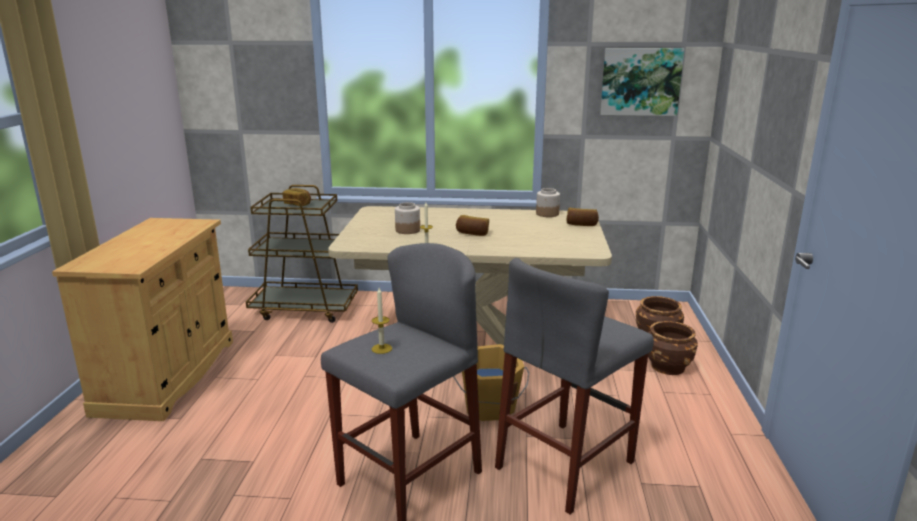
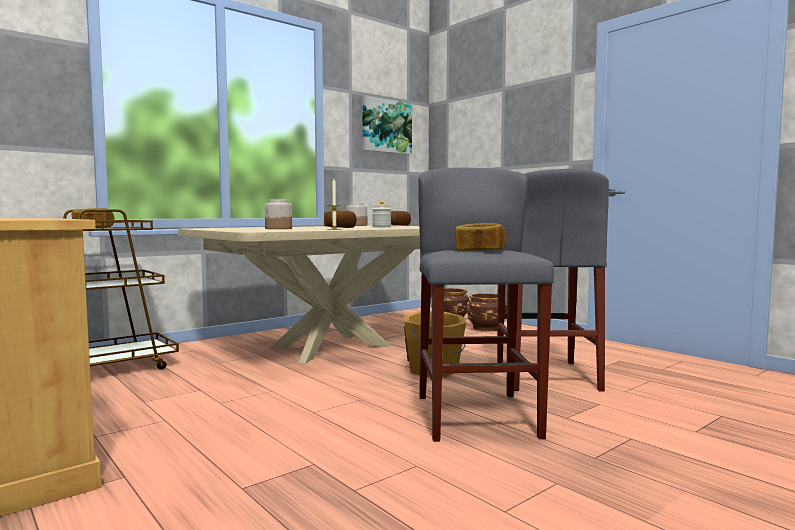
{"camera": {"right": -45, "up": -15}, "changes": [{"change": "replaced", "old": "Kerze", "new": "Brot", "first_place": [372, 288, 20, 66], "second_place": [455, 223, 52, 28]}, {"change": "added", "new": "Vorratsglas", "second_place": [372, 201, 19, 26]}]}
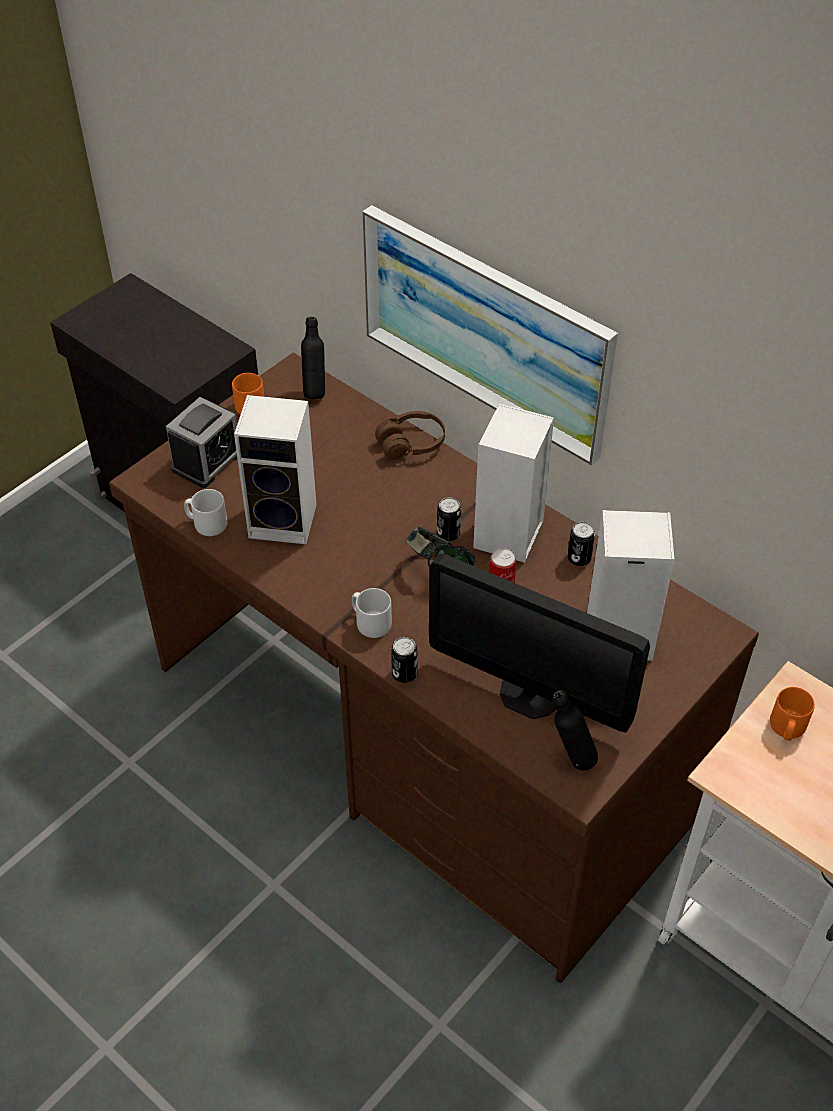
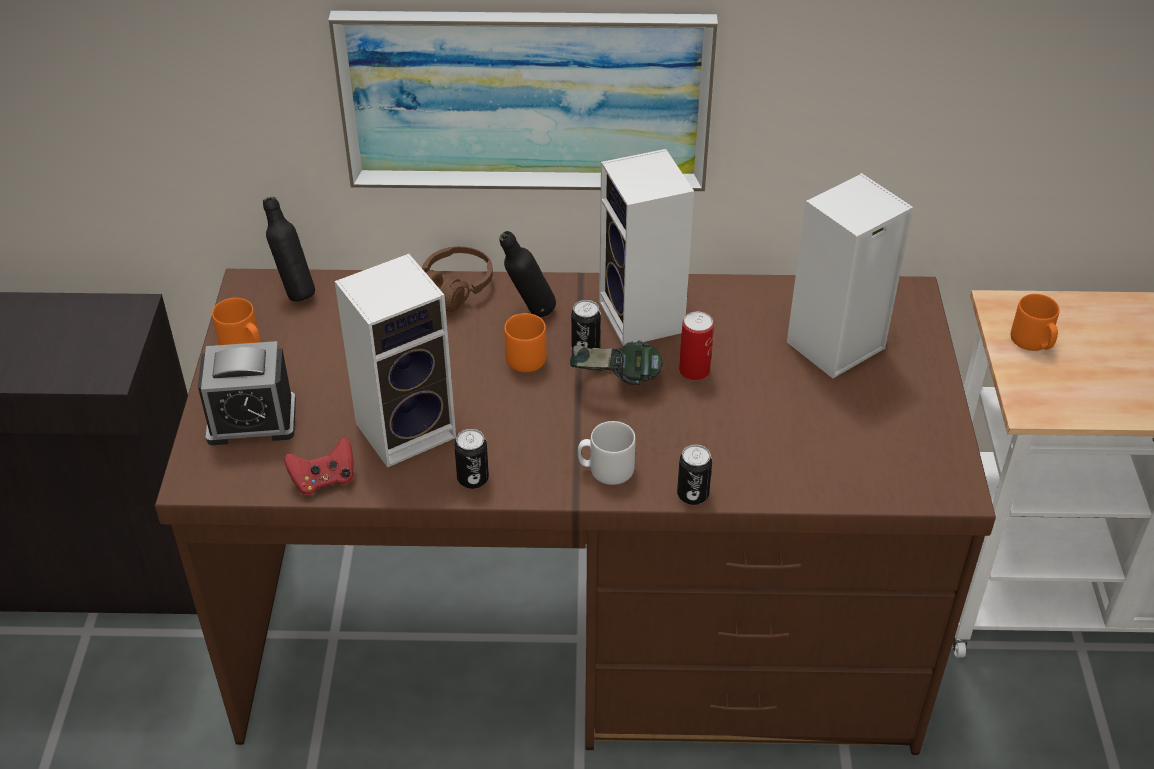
{"camera": {"right": -40, "up": -5}, "changes": [{"change": "turned", "old": "Wecker", "first_place": [166, 397, 71, 91], "second_place": [198, 341, 98, 104], "degrees": 90}, {"change": "replaced", "old": "Henkelbecher/grau", "new": "Gamepad/rot", "first_place": [184, 489, 43, 47], "second_place": [284, 437, 70, 58]}, {"change": "moved", "old": "Dose", "first_place": [568, 522, 27, 44], "second_place": [454, 429, 35, 60]}, {"change": "removed", "old": "Monitor", "first_place": [429, 553, 221, 180]}, {"change": "moved", "old": "Flasche/schwarz", "first_place": [553, 691, 45, 80], "second_place": [499, 231, 57, 86]}, {"change": "added", "new": "Henkelbecher/orange", "second_place": [504, 313, 42, 59]}]}
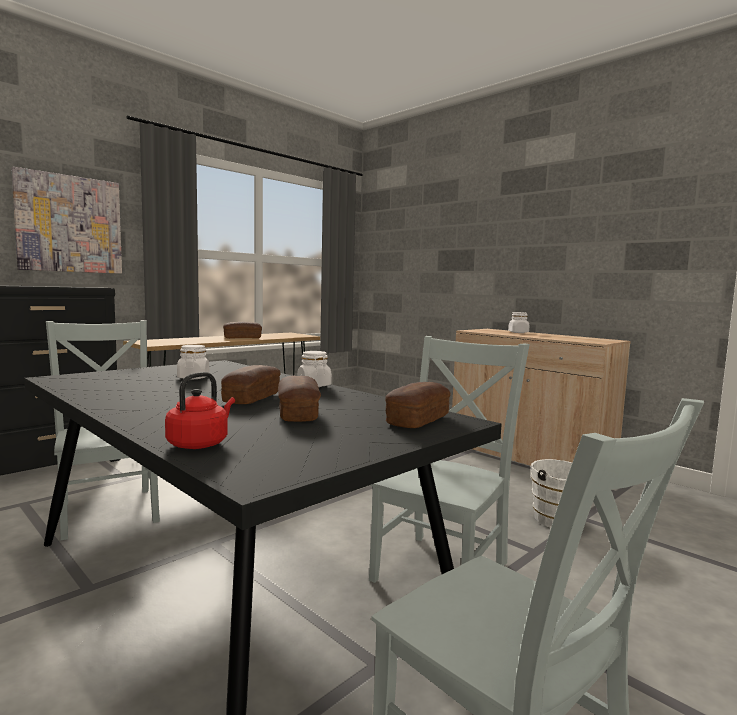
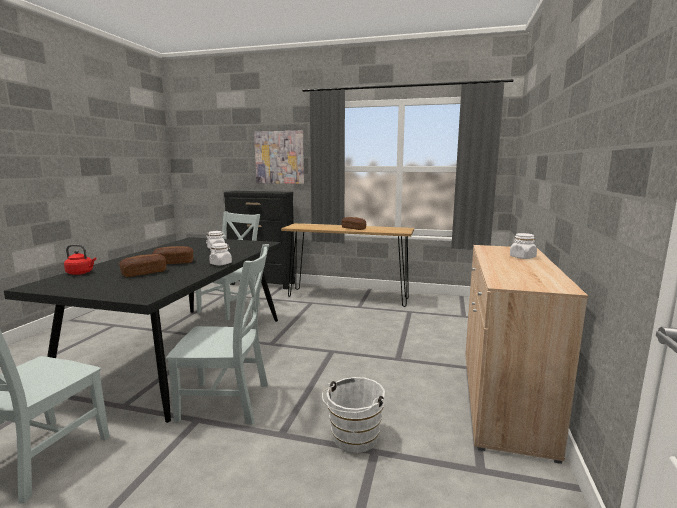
{"camera": {"right": 60, "up": 5}, "changes": [{"change": "removed", "old": "Brot", "first_place": [385, 382, 66, 46]}]}
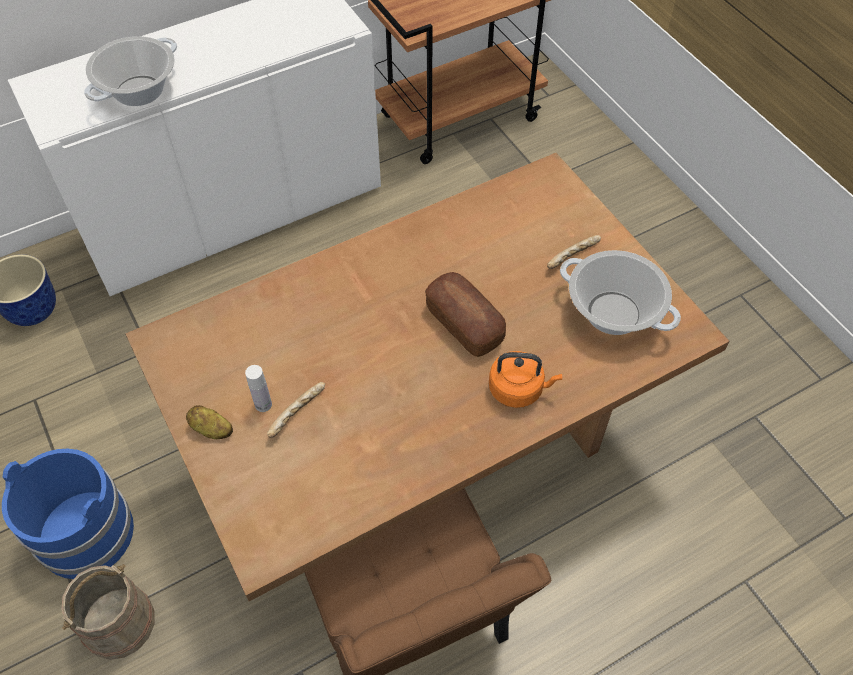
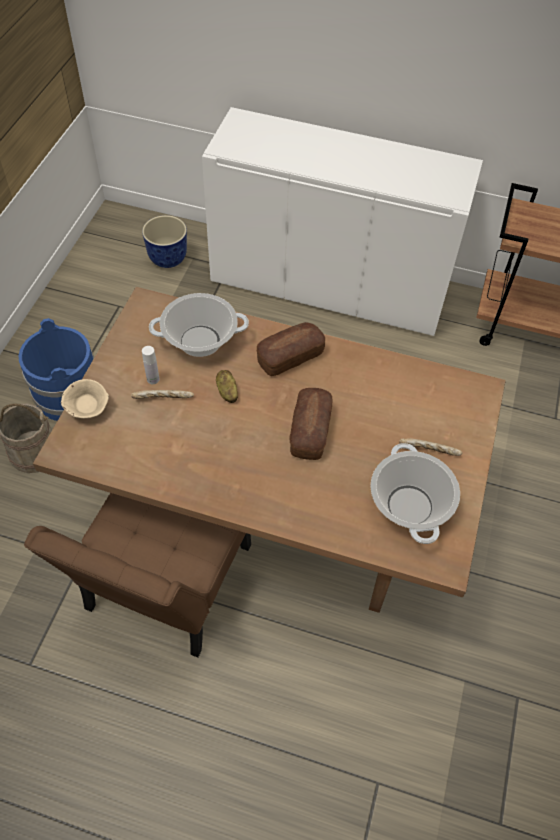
{"camera": {"right": 45, "up": 0}, "changes": [{"change": "moved", "old": "Kochtopf", "first_place": [84, 36, 93, 70], "second_place": [149, 293, 100, 64]}, {"change": "removed", "old": "Wasserkessel/orange", "first_place": [489, 351, 73, 57]}, {"change": "moved", "old": "Kartoffel", "first_place": [186, 405, 47, 34], "second_place": [216, 370, 22, 33]}, {"change": "added", "new": "Brot", "second_place": [257, 322, 68, 54]}, {"change": "added", "new": "Schüssel/beige", "second_place": [61, 379, 48, 39]}]}
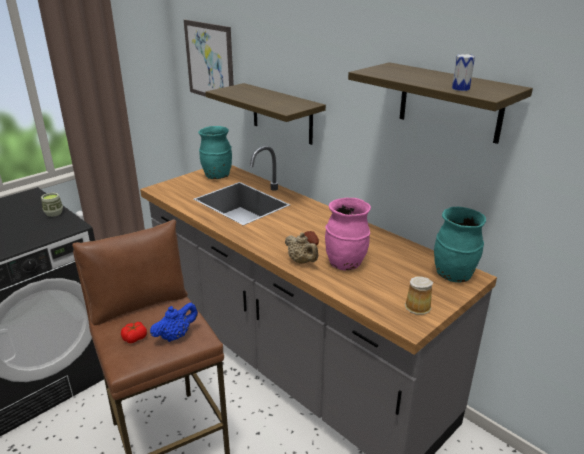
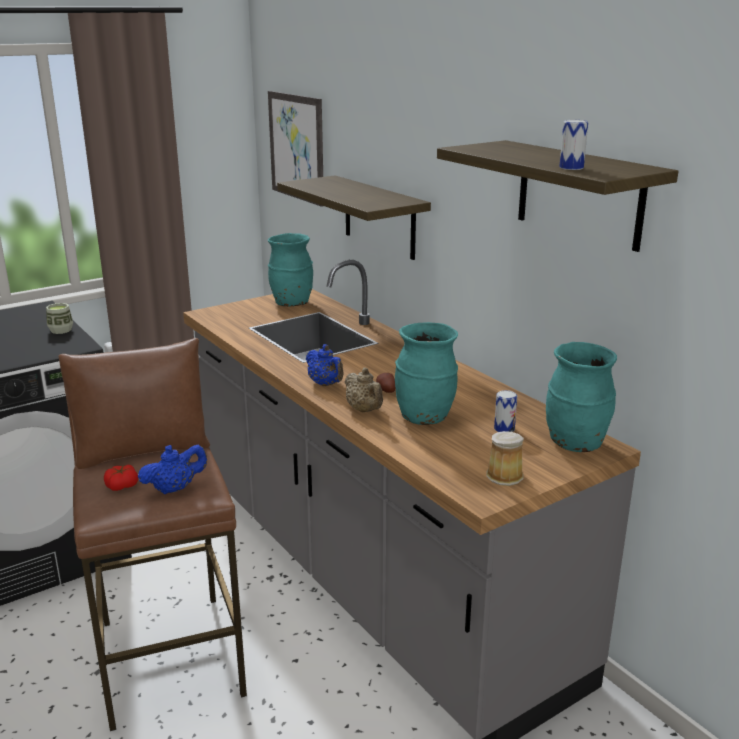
{"camera": {"right": 10, "up": -5}, "changes": [{"change": "recoloured", "old": "Vase/rosa", "new": "Vase/türkis", "first_place": [325, 198, 46, 72], "second_place": [395, 322, 63, 103]}, {"change": "added", "new": "Teekanne/blau", "second_place": [306, 344, 38, 42]}, {"change": "added", "new": "Dose", "second_place": [494, 390, 23, 42]}]}
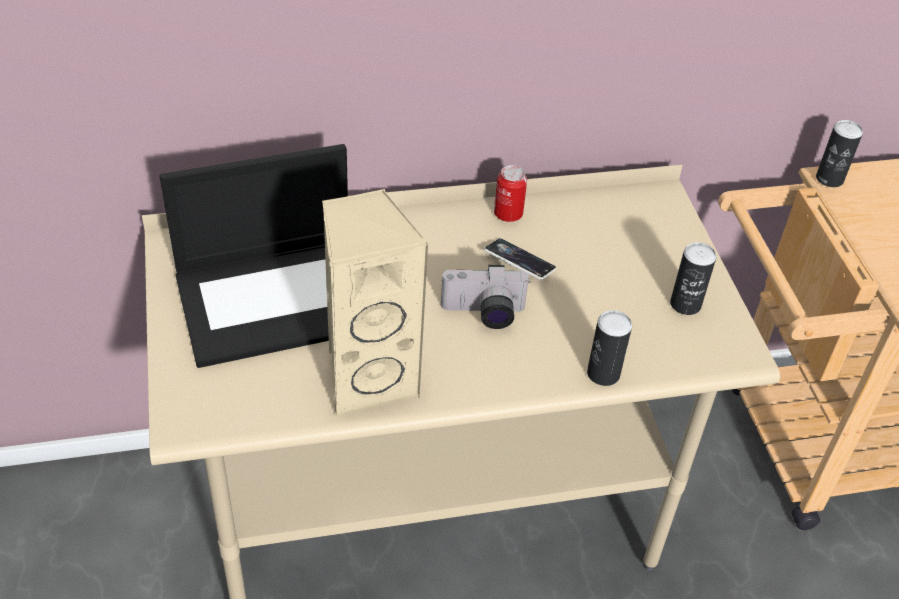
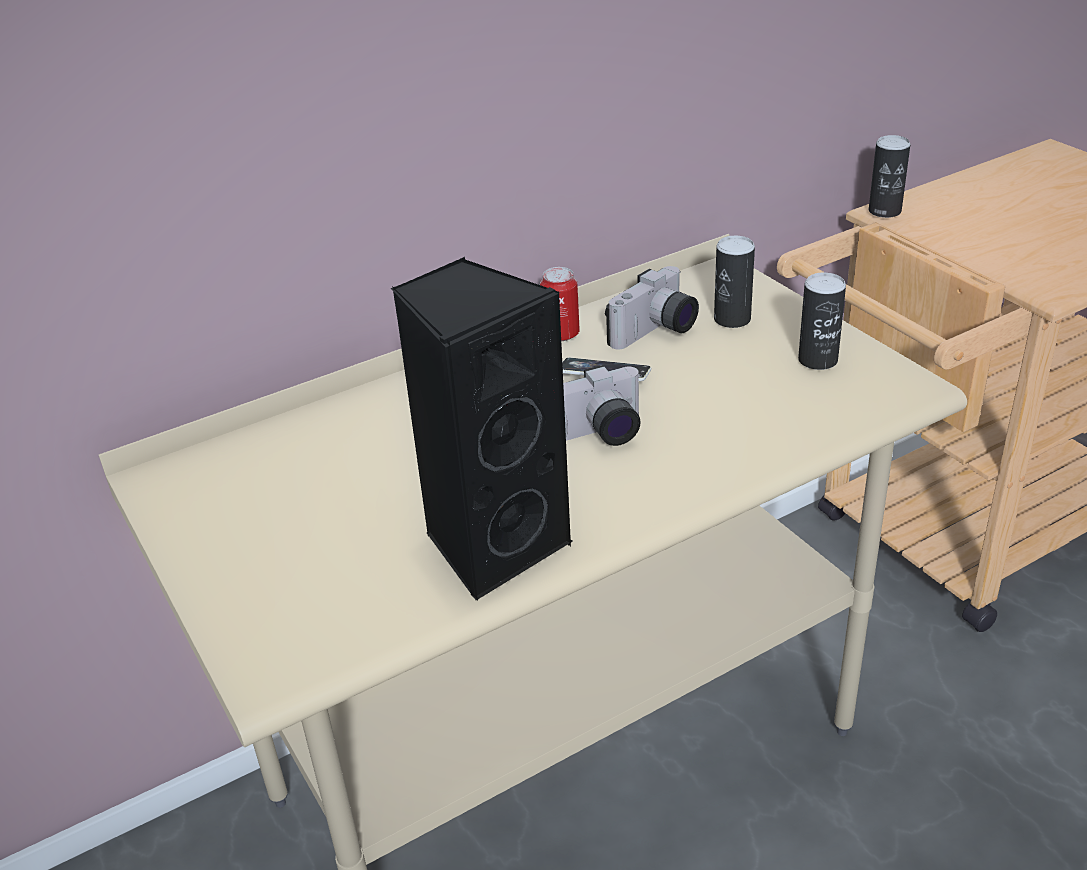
{"camera": {"right": -15, "up": -10}, "changes": [{"change": "removed", "old": "Laptop", "first_place": [160, 144, 188, 224]}, {"change": "recoloured", "old": "Lautsprecher/beige", "new": "Lautsprecher/schwarz", "first_place": [322, 189, 107, 228], "second_place": [391, 257, 182, 344]}, {"change": "moved", "old": "Dose", "first_place": [587, 310, 45, 76], "second_place": [714, 236, 41, 92]}, {"change": "added", "new": "Kamera", "second_place": [605, 266, 94, 84]}]}
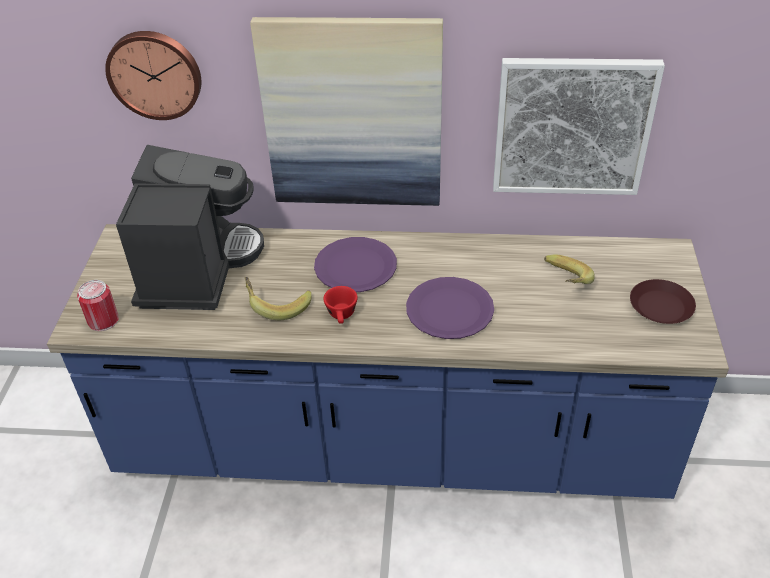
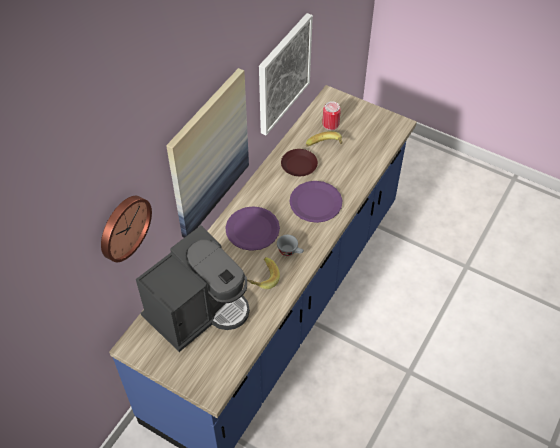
{"camera": {"right": -65, "up": 10}, "changes": [{"change": "turned", "old": "Kaffeemaschine", "first_place": [116, 145, 148, 165], "second_place": [136, 225, 114, 127], "degrees": 105}, {"change": "moved", "old": "Teller/braun", "first_place": [630, 279, 66, 45], "second_place": [281, 149, 37, 27]}, {"change": "moved", "old": "Dose", "first_place": [77, 280, 41, 51], "second_place": [322, 101, 19, 29]}, {"change": "recoloured", "old": "Tasse/rot", "new": "Tasse/grau", "first_place": [323, 286, 34, 38], "second_place": [277, 235, 27, 21]}]}
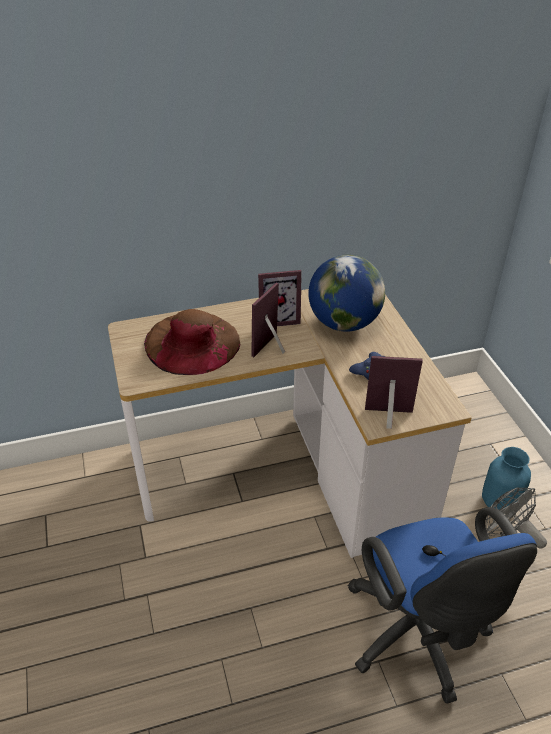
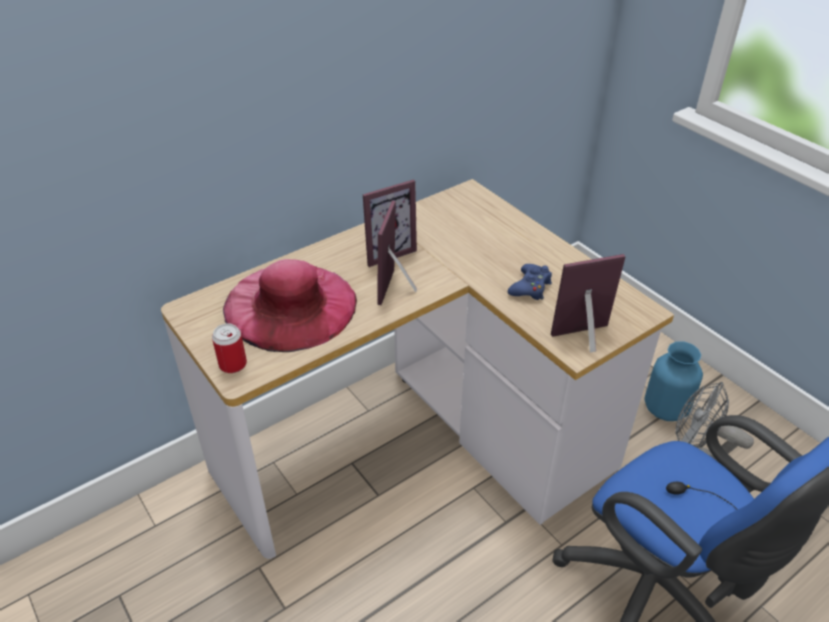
{"camera": {"right": -20, "up": 0}, "changes": [{"change": "removed", "old": "Globus", "first_place": [308, 255, 77, 77]}, {"change": "recoloured", "old": "Hut/braun", "new": "Hut/rosa", "first_place": [144, 309, 96, 66], "second_place": [223, 259, 134, 93]}, {"change": "added", "new": "Dose", "second_place": [212, 323, 35, 50]}]}
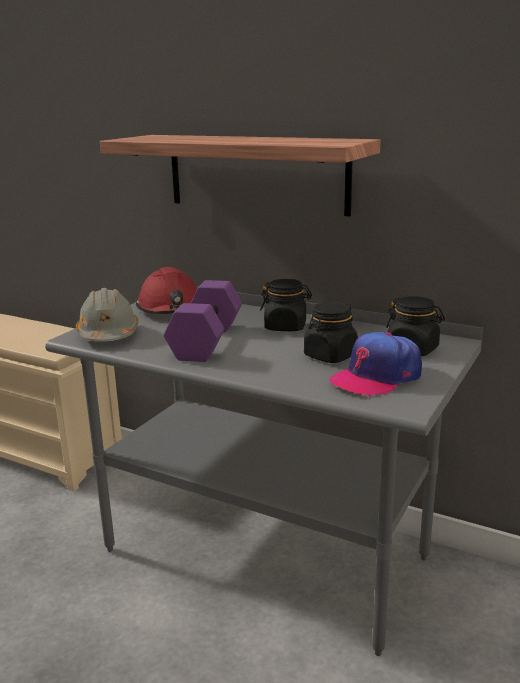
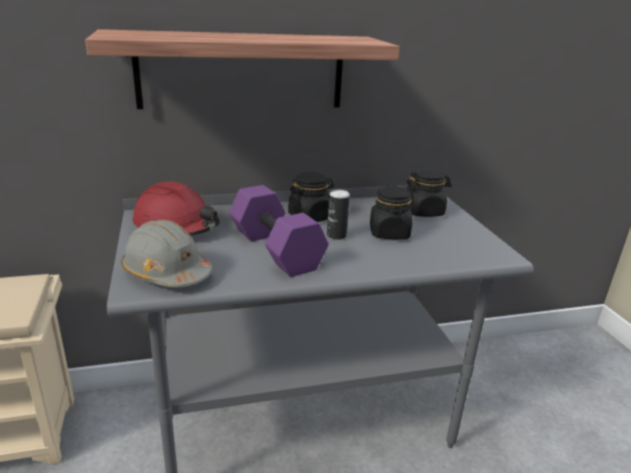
{"camera": {"right": -45, "up": 5}, "changes": [{"change": "removed", "old": "Kappe", "first_place": [329, 332, 93, 65]}, {"change": "added", "new": "Dose", "second_place": [327, 190, 23, 50]}]}
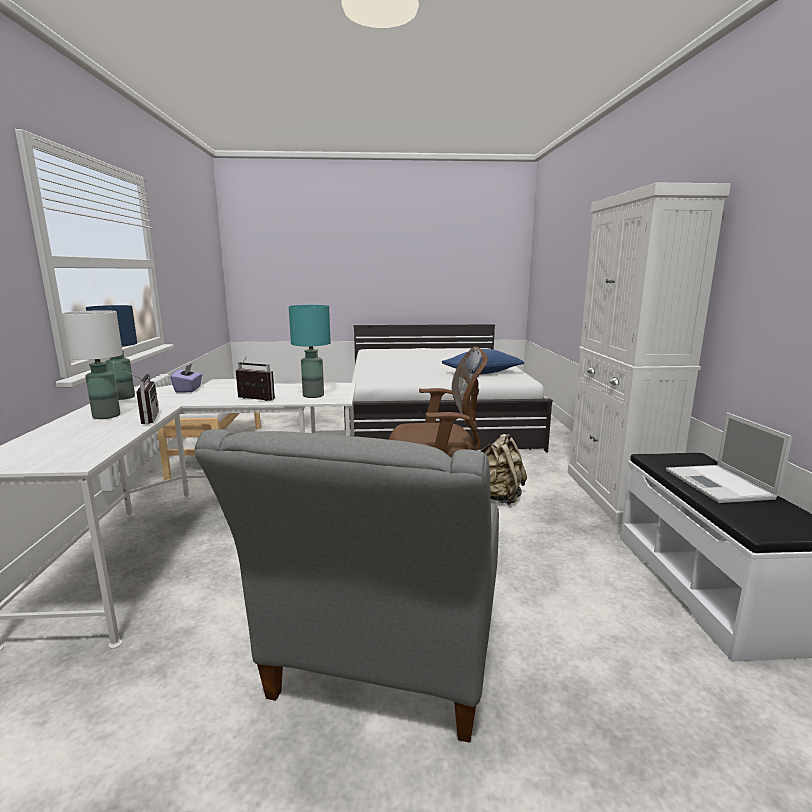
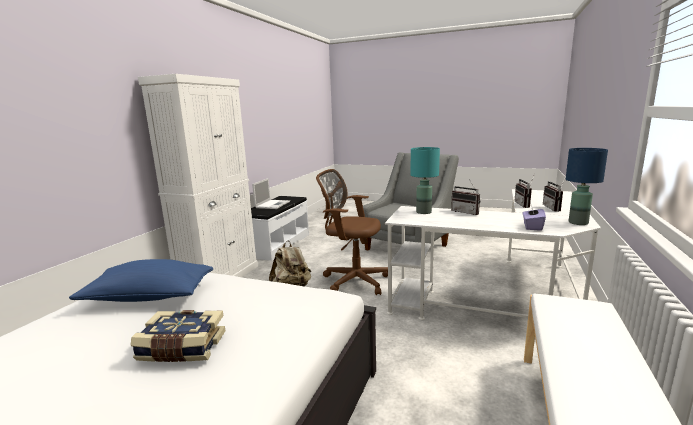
{"camera": {"right": -155, "up": 0}, "changes": [{"change": "replaced", "old": "Tischlampe/weiß", "new": "Radio", "first_place": [62, 310, 61, 109], "second_place": [543, 177, 22, 35]}, {"change": "added", "new": "Buch", "second_place": [130, 310, 95, 52]}]}
